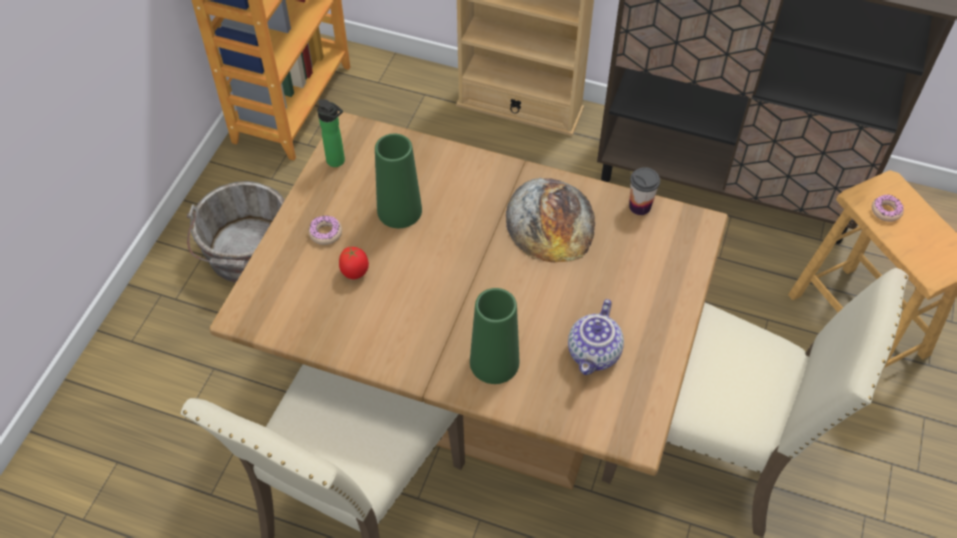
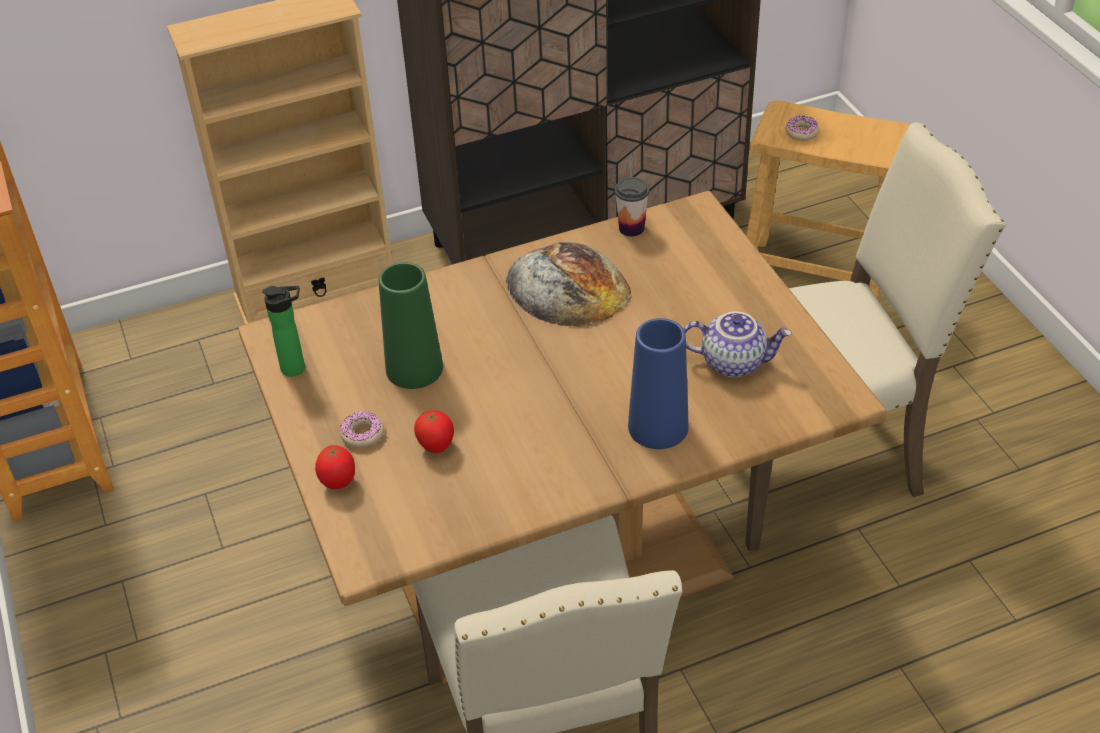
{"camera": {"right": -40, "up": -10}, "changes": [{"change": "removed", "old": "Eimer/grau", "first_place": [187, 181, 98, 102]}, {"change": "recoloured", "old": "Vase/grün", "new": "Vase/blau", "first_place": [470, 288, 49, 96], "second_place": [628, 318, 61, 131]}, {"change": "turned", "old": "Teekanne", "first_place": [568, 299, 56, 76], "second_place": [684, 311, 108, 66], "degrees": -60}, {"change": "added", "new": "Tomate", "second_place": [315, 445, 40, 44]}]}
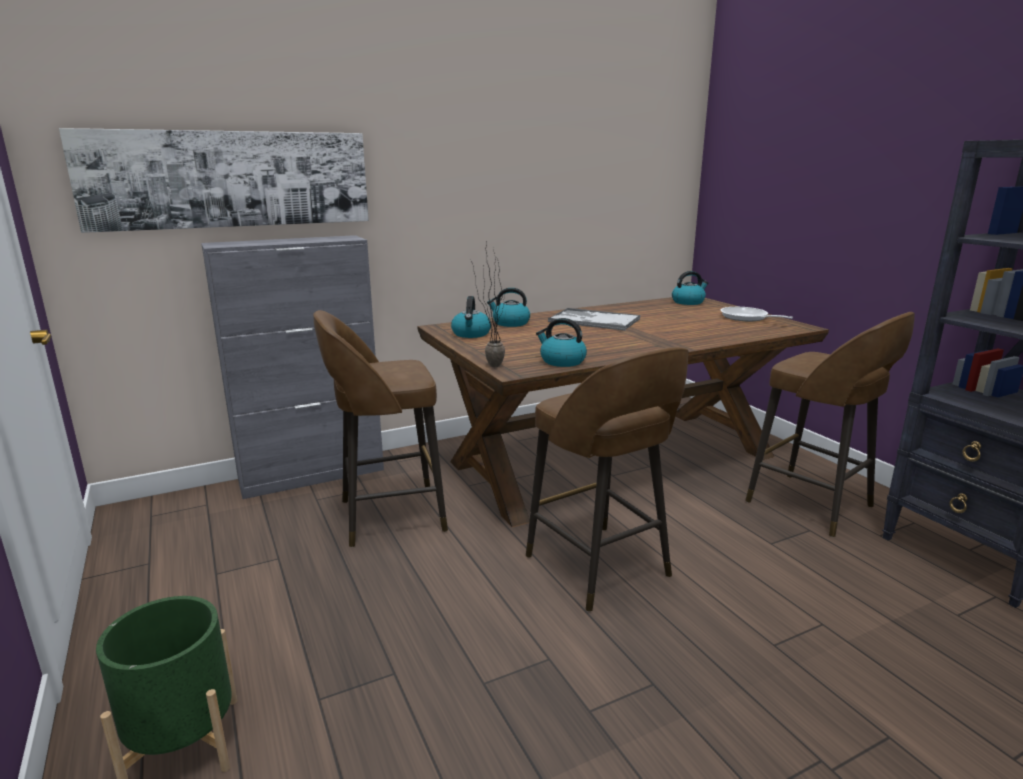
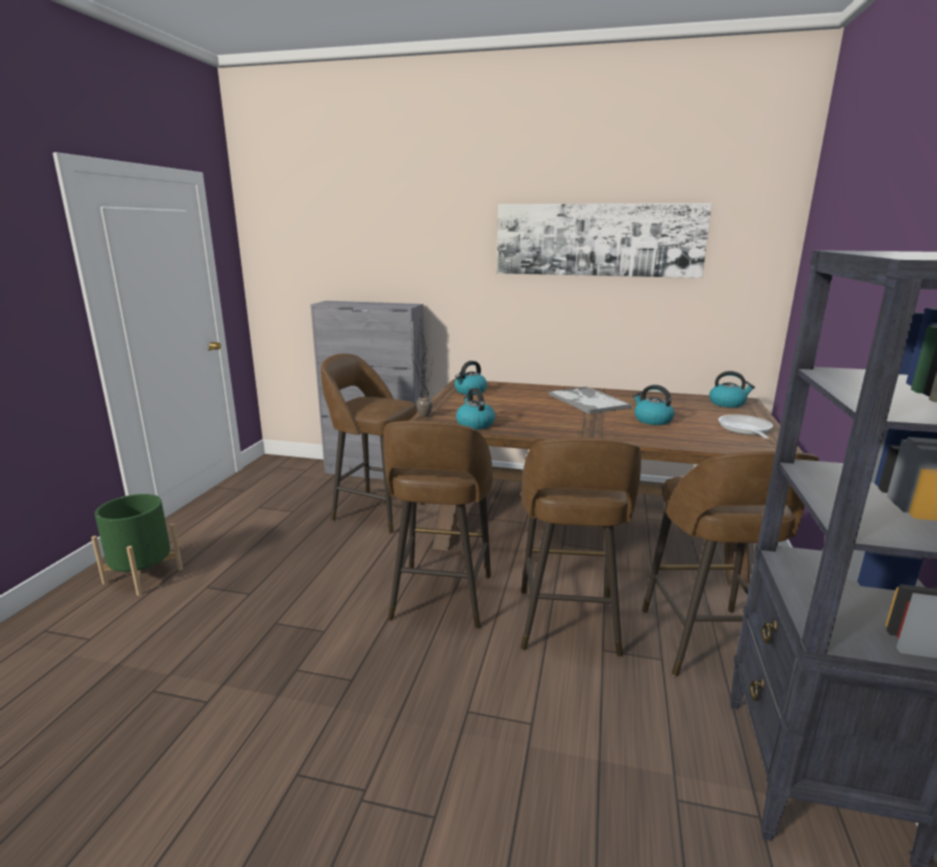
{"camera": {"right": 40, "up": 0}, "changes": [{"change": "moved", "old": "Bild", "first_place": [59, 128, 310, 105], "second_place": [497, 203, 215, 75]}, {"change": "moved", "old": "Wasserkessel", "first_place": [487, 288, 43, 39], "second_place": [633, 385, 42, 40]}, {"change": "added", "new": "Hocker/braun", "second_place": [521, 437, 120, 220]}]}
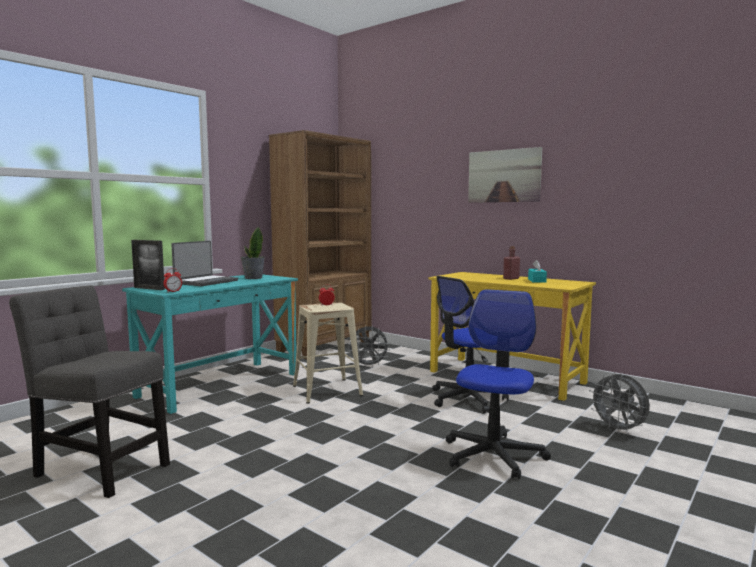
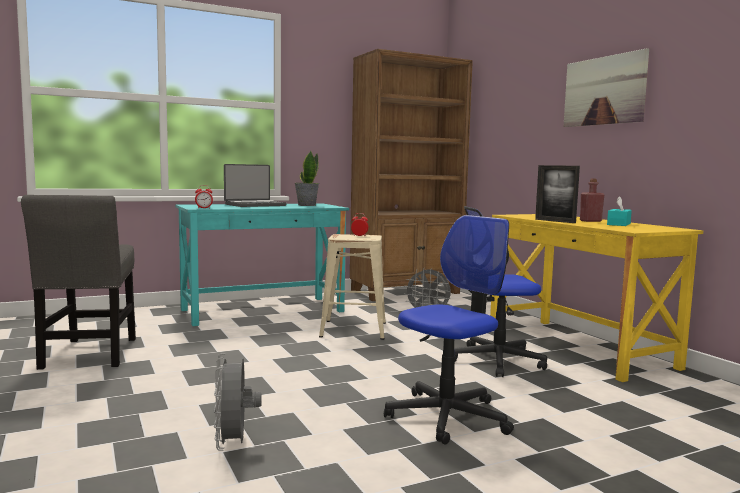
{"camera": {"right": 25, "up": 0}, "changes": [{"change": "moved", "old": "Bilderrahmen", "first_place": [131, 240, 34, 50], "second_place": [535, 165, 45, 58]}, {"change": "turned", "old": "Stuhl/grau", "first_place": [9, 285, 161, 213], "second_place": [21, 195, 115, 175], "degrees": -150}, {"change": "moved", "old": "Ventilator/grau", "first_place": [589, 372, 61, 62], "second_place": [214, 353, 48, 98]}]}
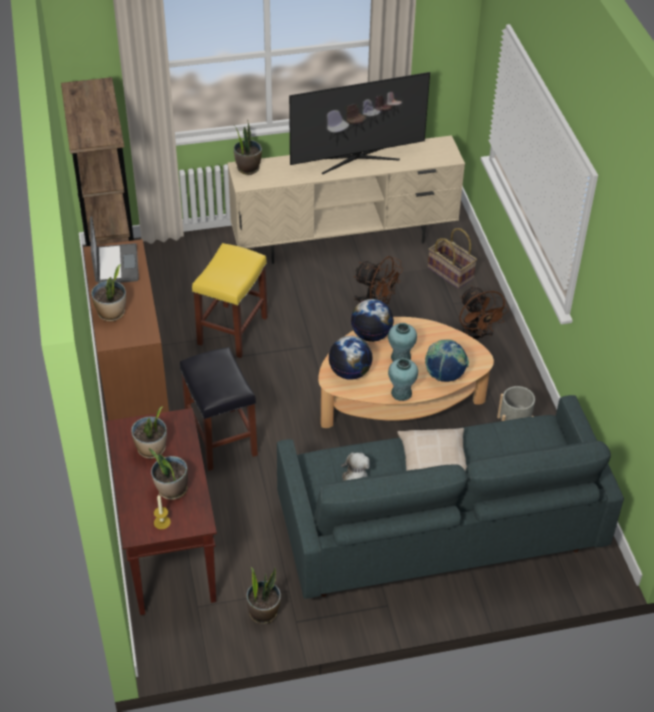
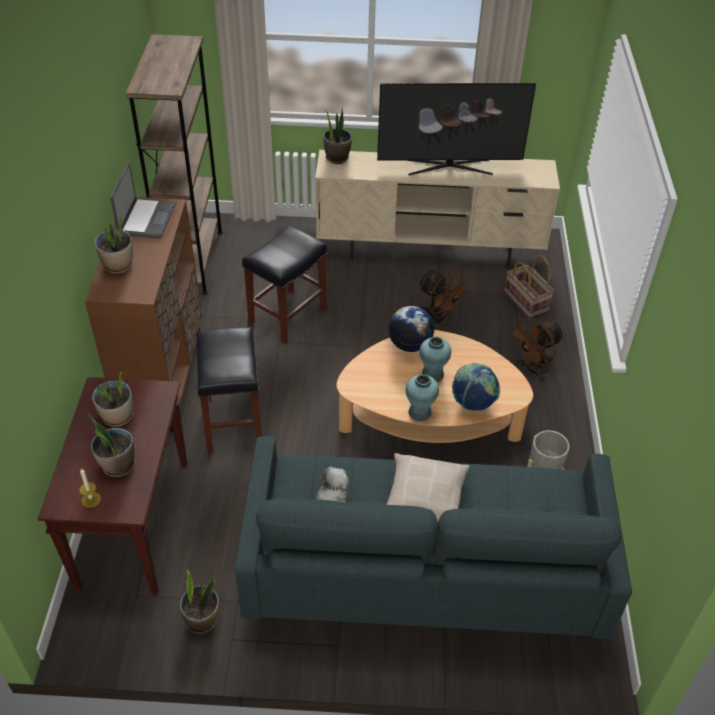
{"camera": {"right": 15, "up": 0}, "changes": [{"change": "recoloured", "old": "Hocker/gelb", "new": "Hocker/schwarz", "first_place": [192, 243, 76, 115], "second_place": [242, 225, 85, 119]}, {"change": "turned", "old": "Ventilator/braun", "first_place": [460, 285, 49, 56], "second_place": [508, 317, 56, 66], "degrees": 60}, {"change": "removed", "old": "Globus", "first_place": [329, 336, 43, 44]}]}
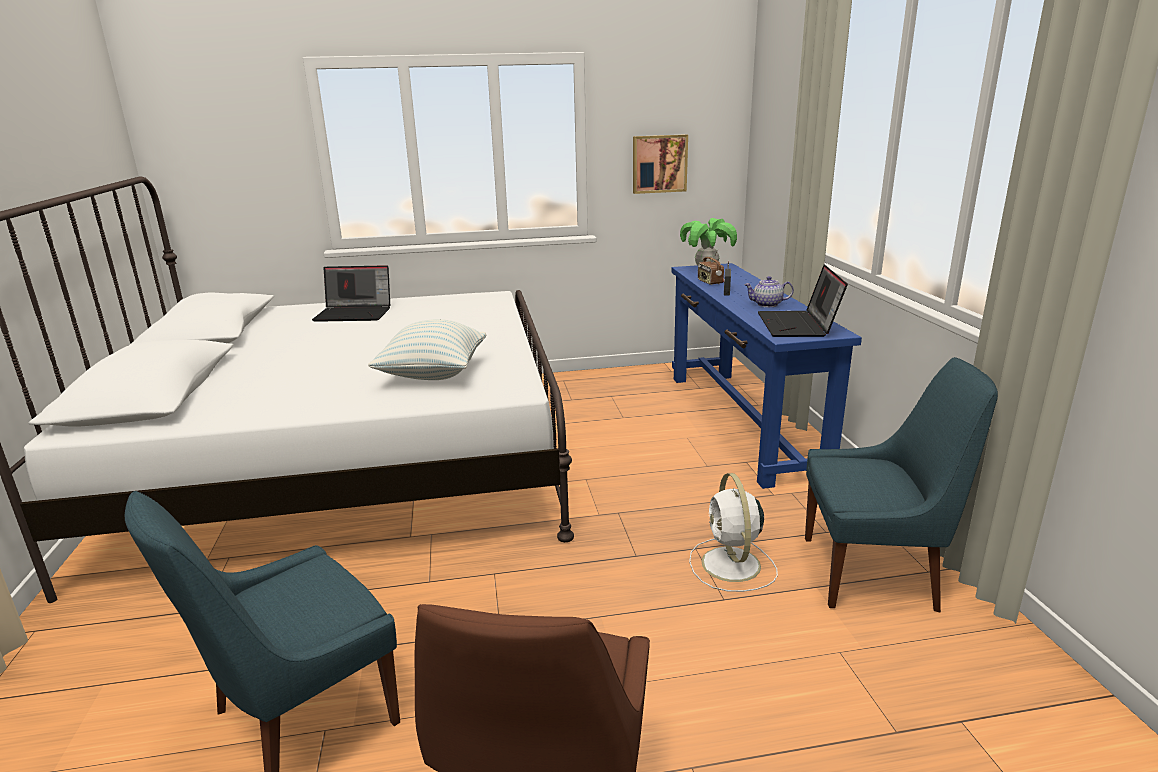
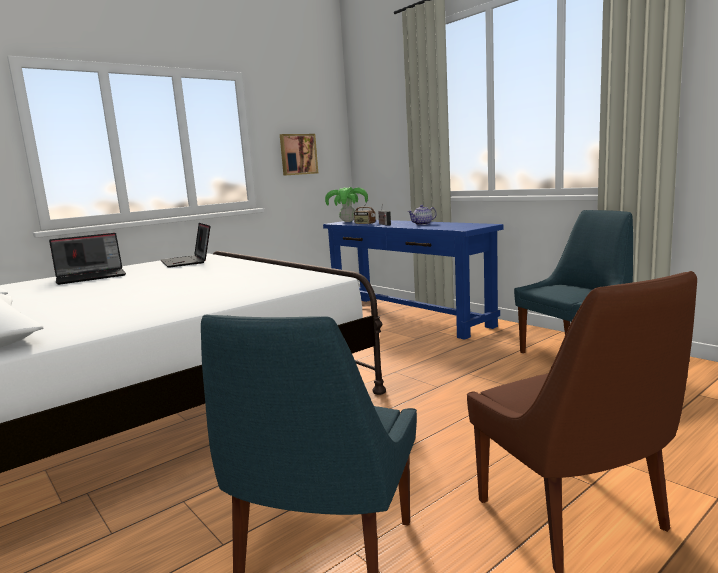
{"camera": {"right": -30, "up": -10}, "changes": [{"change": "moved", "old": "Laptop", "first_place": [758, 265, 90, 72], "second_place": [160, 223, 50, 45]}, {"change": "removed", "old": "Kissen", "first_place": [368, 319, 118, 61]}, {"change": "removed", "old": "Ventilator/weiß", "first_place": [689, 473, 89, 119]}]}
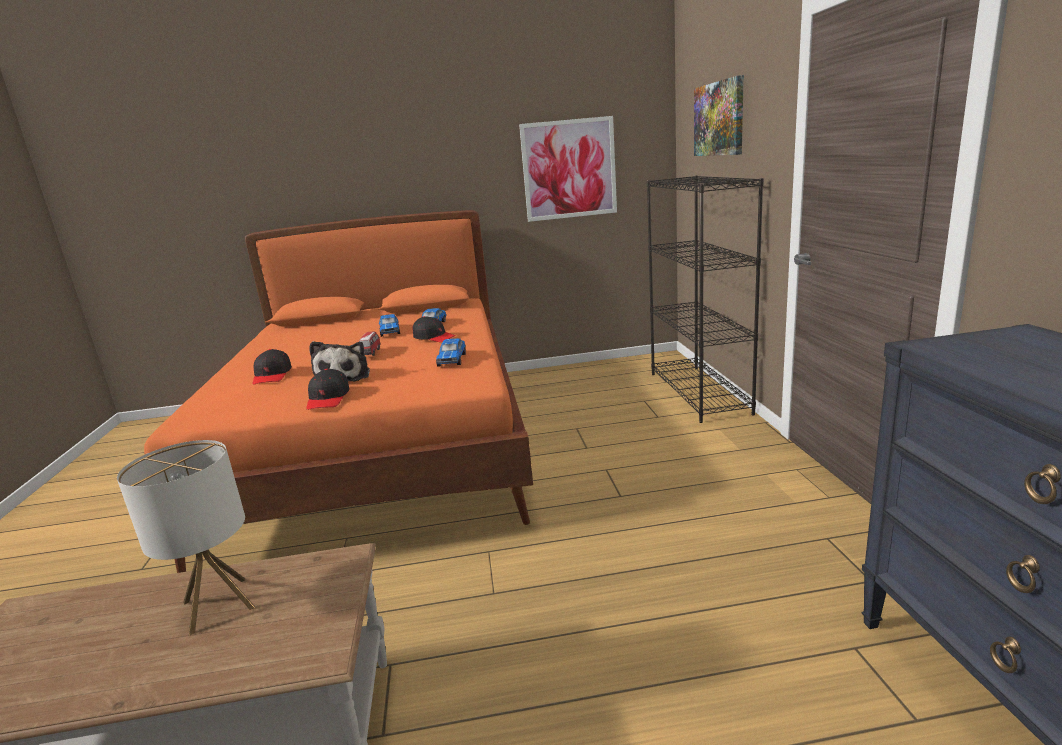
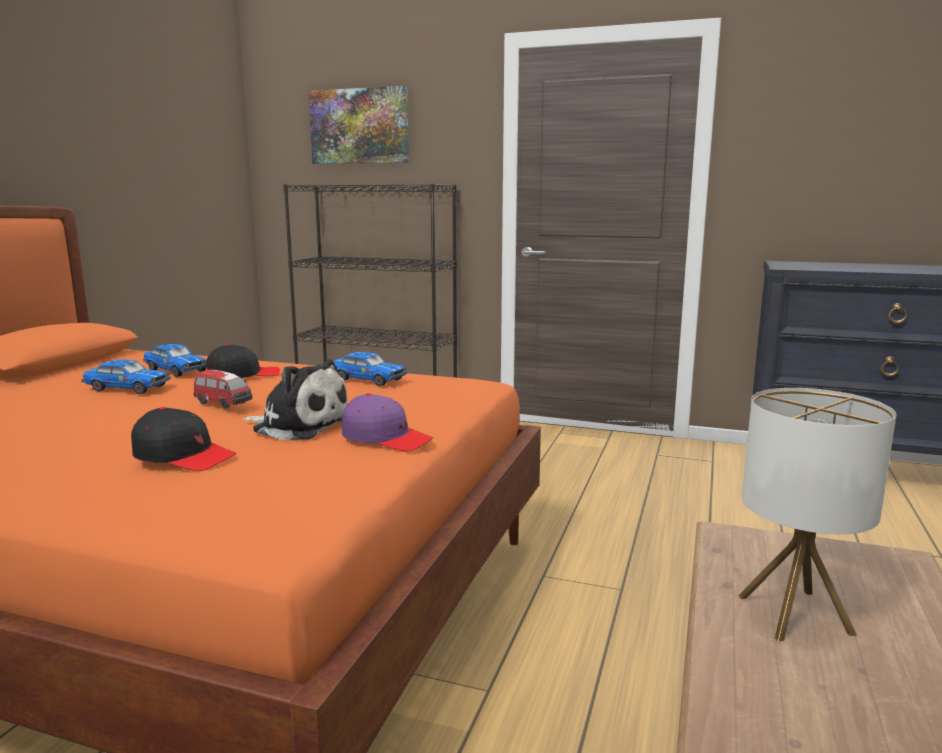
{"camera": {"right": -65, "up": -5}, "changes": [{"change": "removed", "old": "Bild", "first_place": [519, 116, 98, 106]}, {"change": "recoloured", "old": "Kappe/schwarz", "new": "Kappe/lila", "first_place": [306, 369, 44, 41], "second_place": [342, 393, 91, 58]}]}
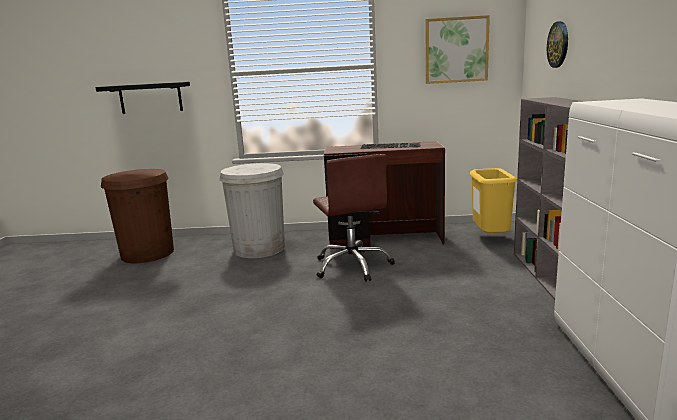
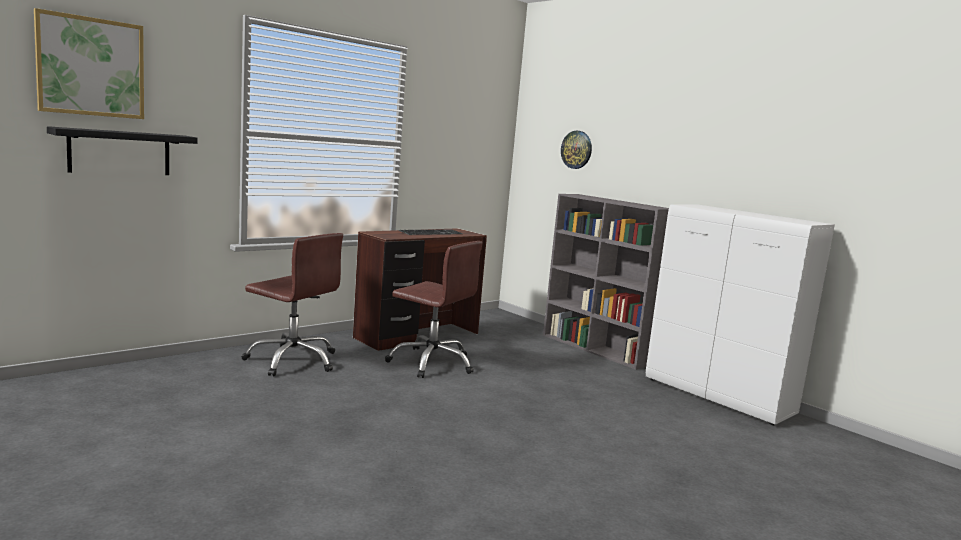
{"camera": {"right": -45, "up": -5}, "changes": [{"change": "moved", "old": "Bild", "first_place": [426, 15, 64, 69], "second_place": [34, 8, 110, 111]}, {"change": "replaced", "old": "Mülleimer/weiß", "new": "Bürostuhl/braun", "first_place": [219, 163, 66, 95], "second_place": [242, 233, 101, 143]}, {"change": "removed", "old": "Mülleimer/gelb", "first_place": [470, 168, 47, 65]}, {"change": "removed", "old": "Mülleimer/braun", "first_place": [101, 169, 73, 94]}]}
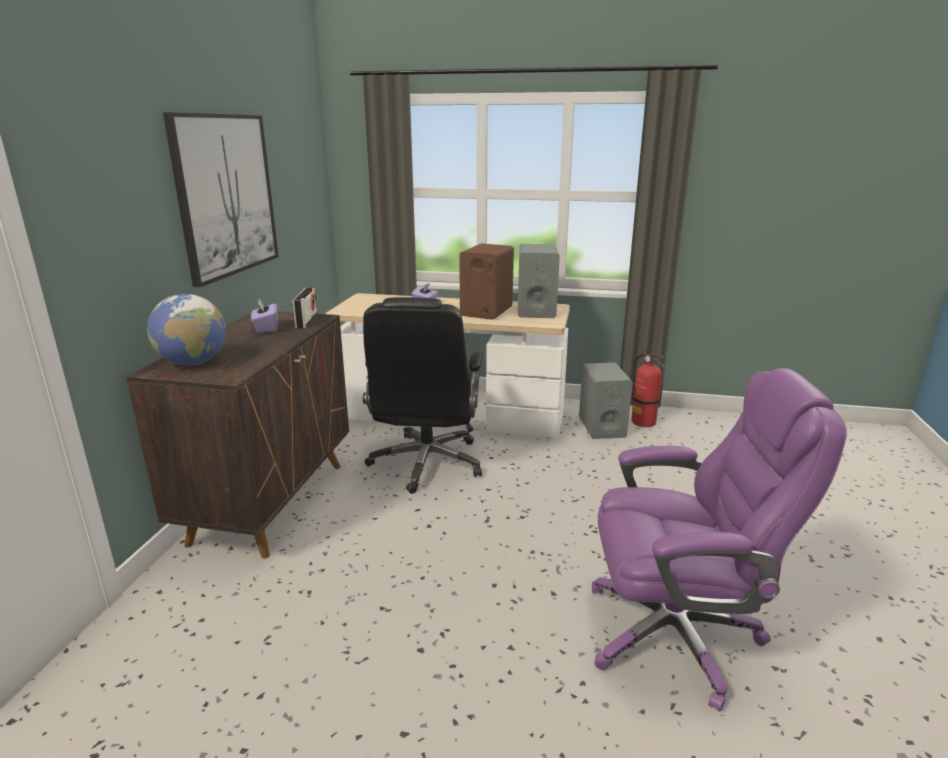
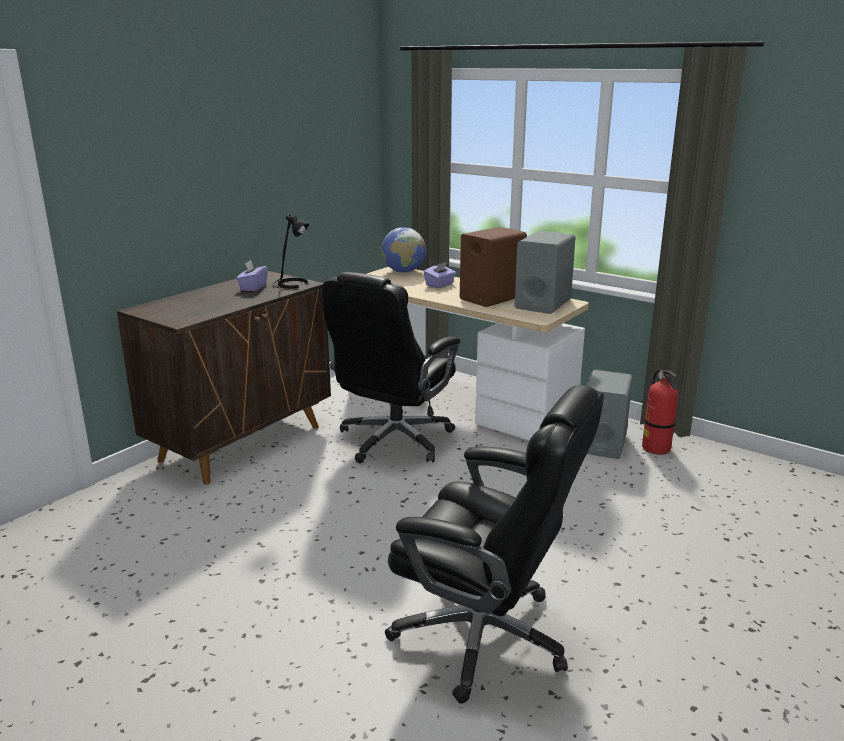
{"camera": {"right": 25, "up": 0}, "changes": [{"change": "removed", "old": "Bild", "first_place": [163, 112, 116, 175]}, {"change": "replaced", "old": "Radio", "new": "Tischlampe/schwarz", "first_place": [292, 287, 25, 41], "second_place": [273, 214, 36, 75]}, {"change": "moved", "old": "Globus", "first_place": [147, 294, 79, 72], "second_place": [381, 227, 45, 46]}, {"change": "recoloured", "old": "Bürostuhl/lila", "new": "Bürostuhl/schwarz", "first_place": [592, 368, 255, 343], "second_place": [385, 385, 219, 319]}]}
